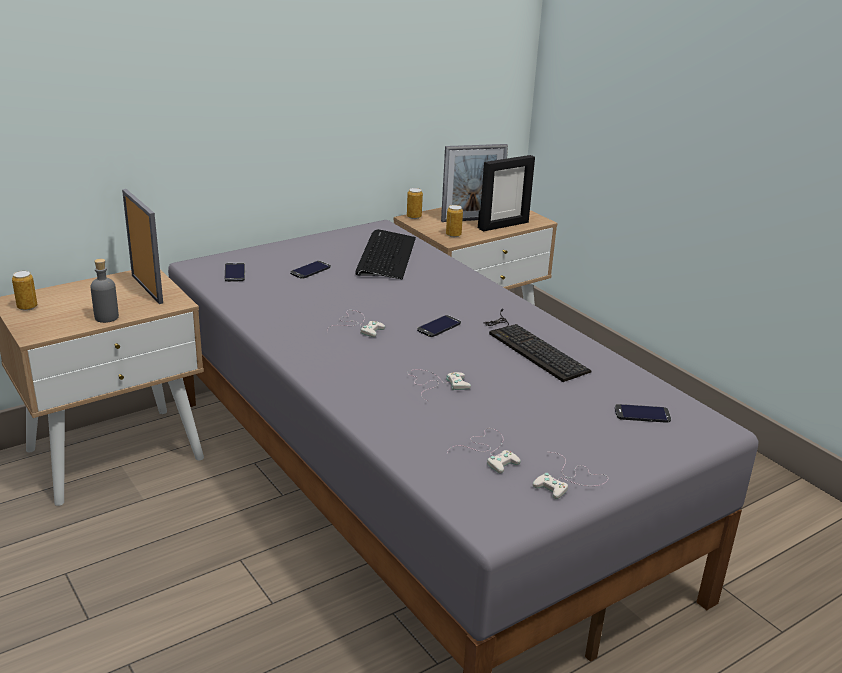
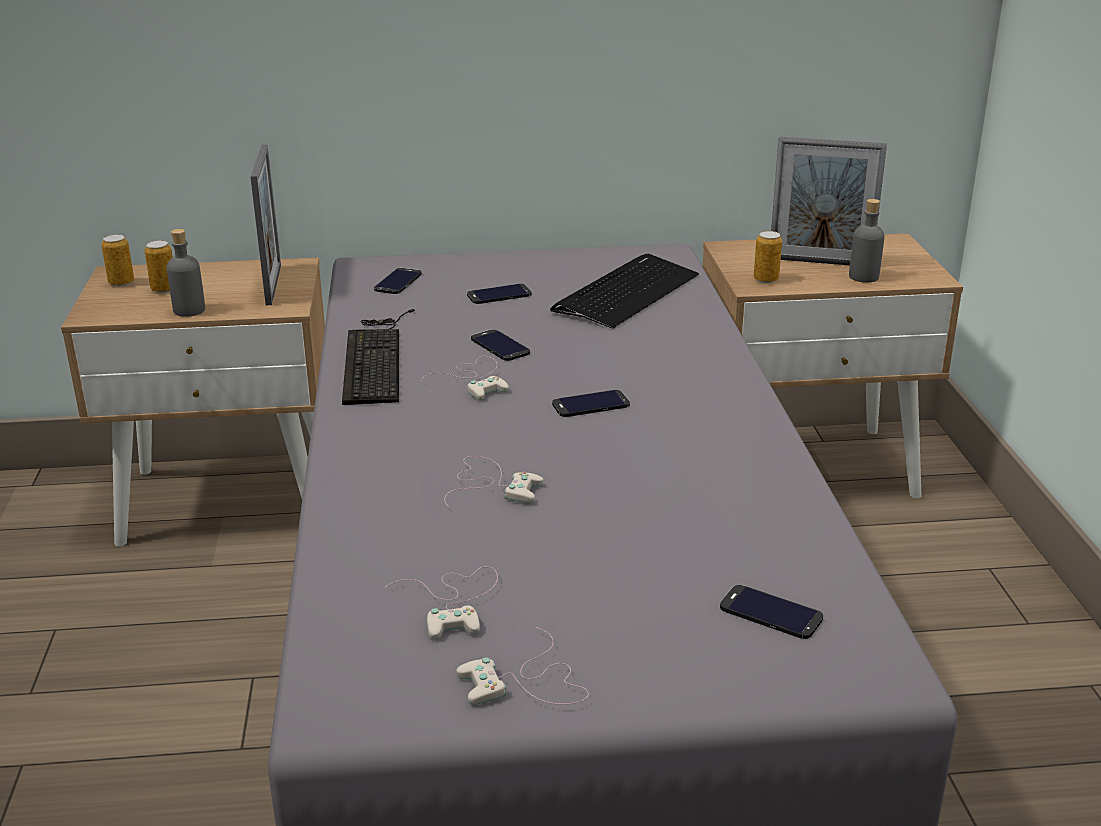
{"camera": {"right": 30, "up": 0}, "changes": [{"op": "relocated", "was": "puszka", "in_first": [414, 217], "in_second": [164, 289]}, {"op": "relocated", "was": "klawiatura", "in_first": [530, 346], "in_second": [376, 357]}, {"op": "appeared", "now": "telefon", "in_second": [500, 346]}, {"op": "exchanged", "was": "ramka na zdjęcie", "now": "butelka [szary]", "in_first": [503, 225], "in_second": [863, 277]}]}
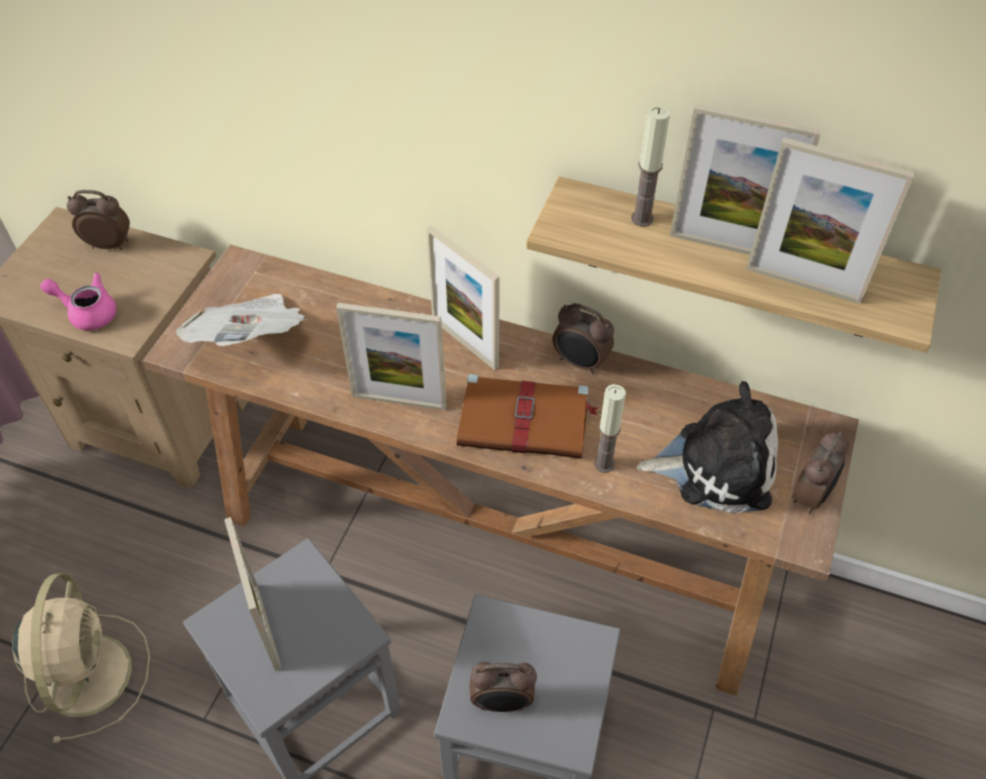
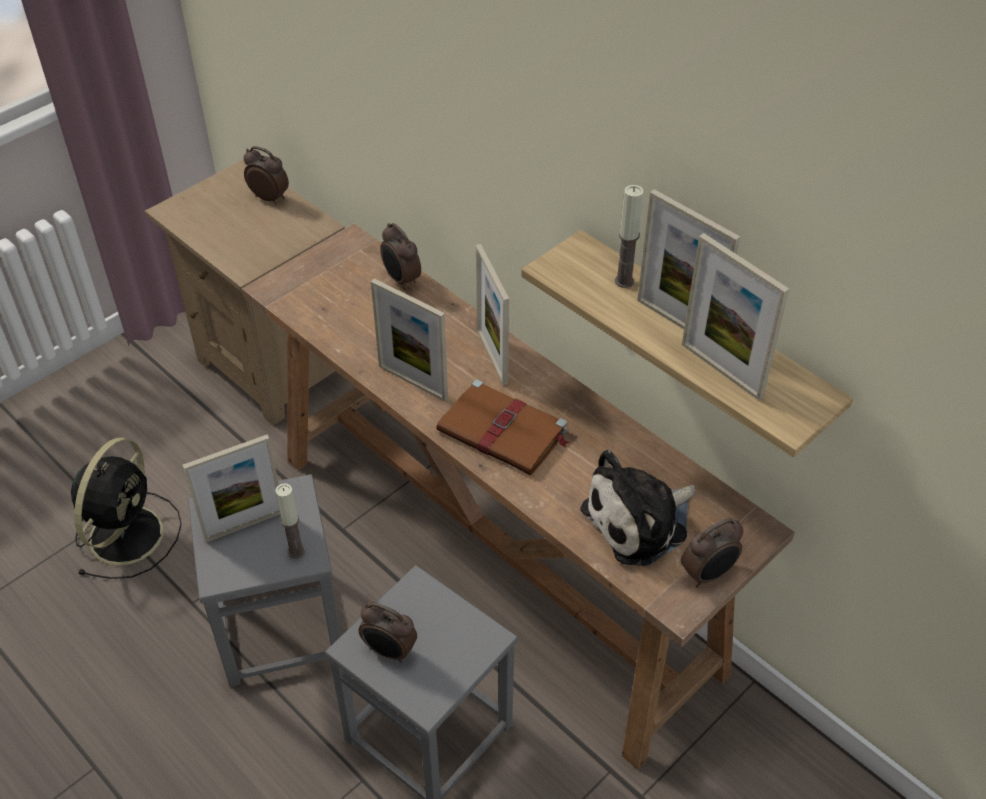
{"camera": {"right": 25, "up": -5}, "changes": [{"op": "colour", "was": "wentylator [beżowy]", "now": "wentylator [czarny]", "in_first": [88, 671], "in_second": [128, 532]}, {"op": "spun", "was": "ramka na zdjęcie", "in_first": [266, 626], "in_second": [244, 525], "clockwise": 60}, {"op": "relocated", "was": "świeca", "in_first": [604, 464], "in_second": [296, 551]}, {"op": "relocated", "was": "budzik", "in_first": [580, 363], "in_second": [401, 280]}, {"op": "spun", "was": "pluszak", "in_first": [716, 465], "in_second": [640, 521], "clockwise": 120}, {"op": "missing", "was": "imbryk [różowy]", "in_first": [88, 312]}, {"op": "missing", "was": "gazeta", "in_first": [251, 341]}]}
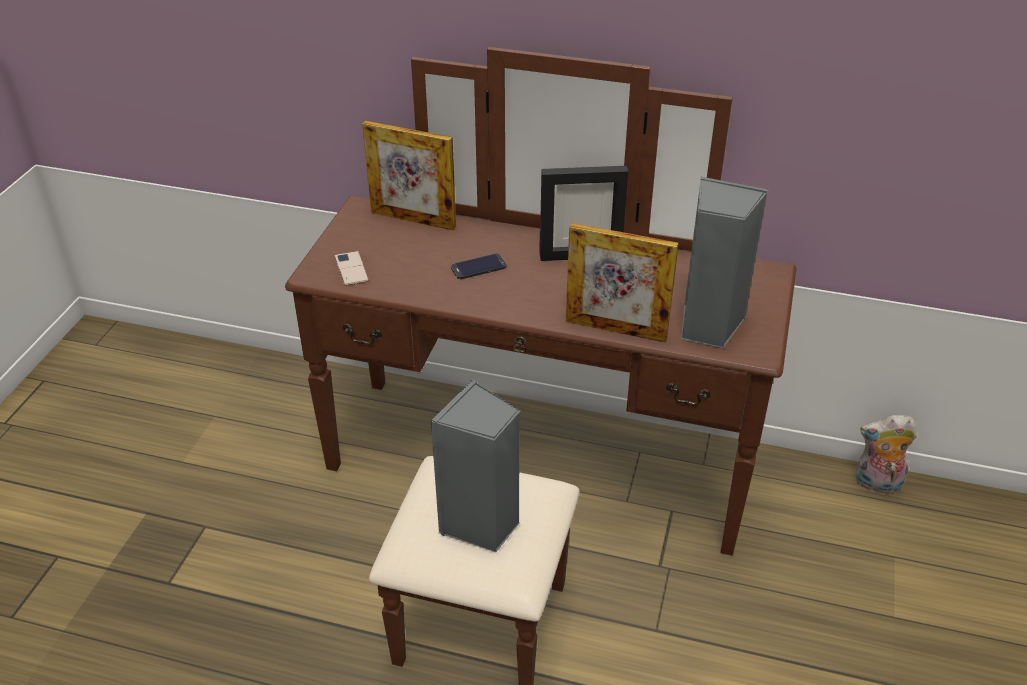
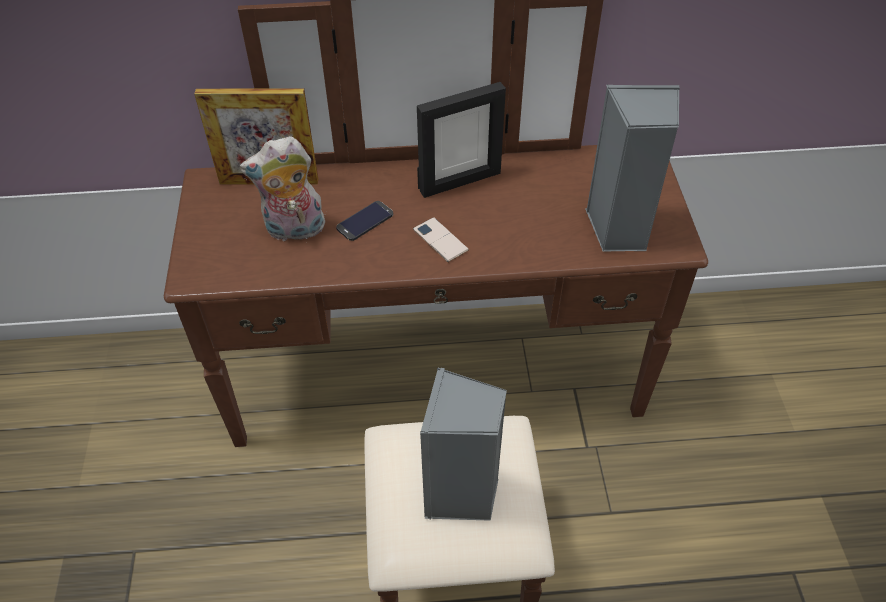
{"camera": {"right": -20, "up": 10}, "changes": [{"op": "relocated", "was": "pluszak", "in_first": [877, 484], "in_second": [294, 231]}, {"op": "relocated", "was": "telefon", "in_first": [351, 269], "in_second": [440, 240]}, {"op": "missing", "was": "ramka na zdjęcie", "in_first": [615, 329]}]}
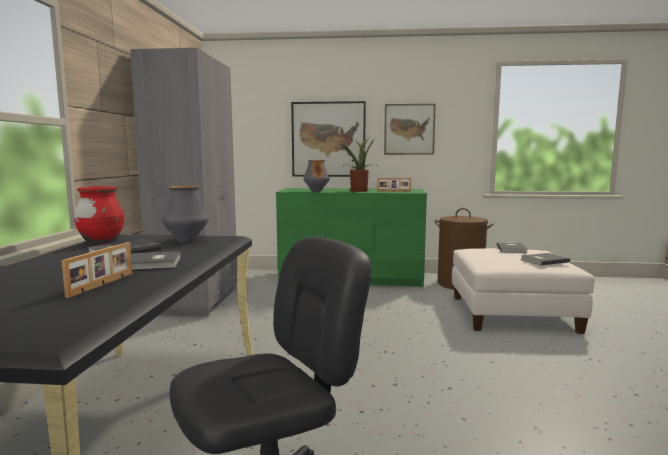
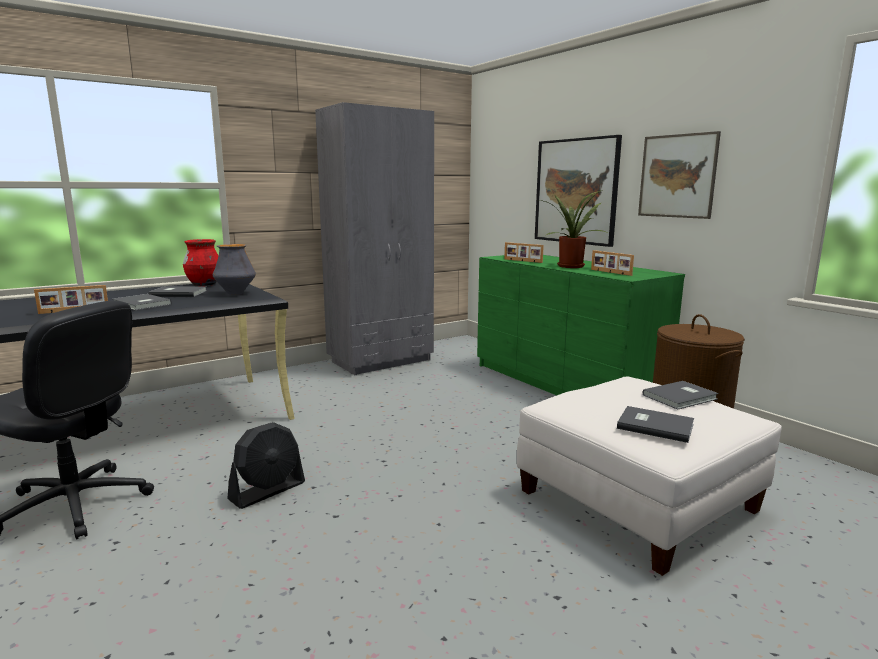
{"camera": {"right": 50, "up": 5}, "changes": [{"op": "appeared", "now": "wentylator [czarny]", "in_second": [268, 491]}, {"op": "exchanged", "was": "wazon", "now": "ramka na zdjęcie", "in_first": [316, 191], "in_second": [522, 261]}]}
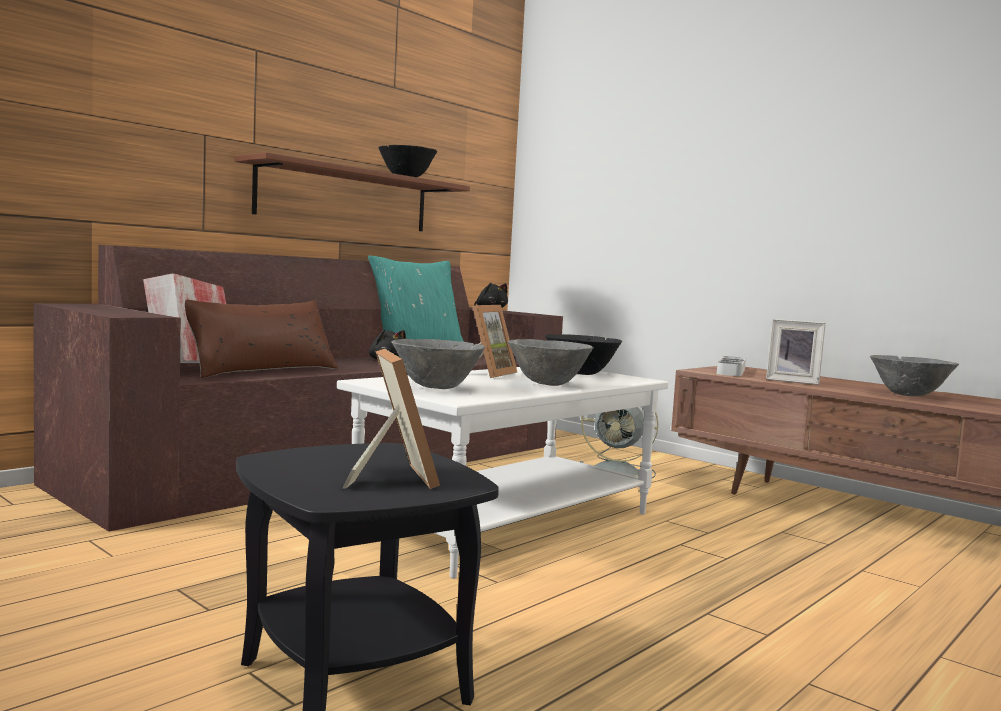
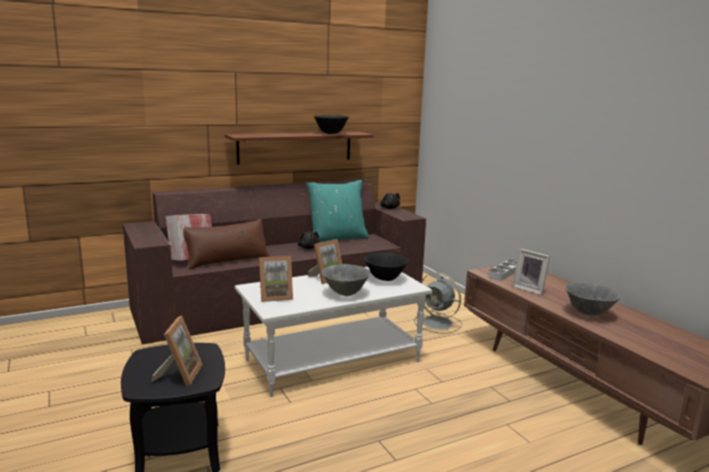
{"camera": {"right": 20, "up": 10}, "changes": [{"op": "exchanged", "was": "miska [szary]", "now": "ramka na zdjęcie", "in_first": [436, 388], "in_second": [275, 297]}]}
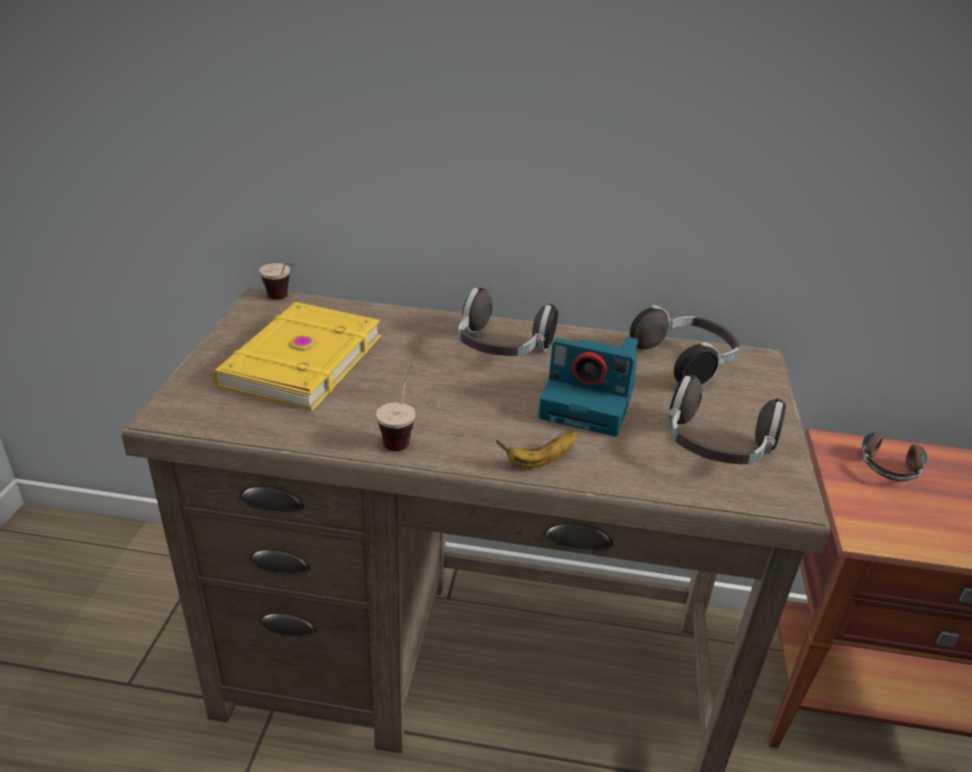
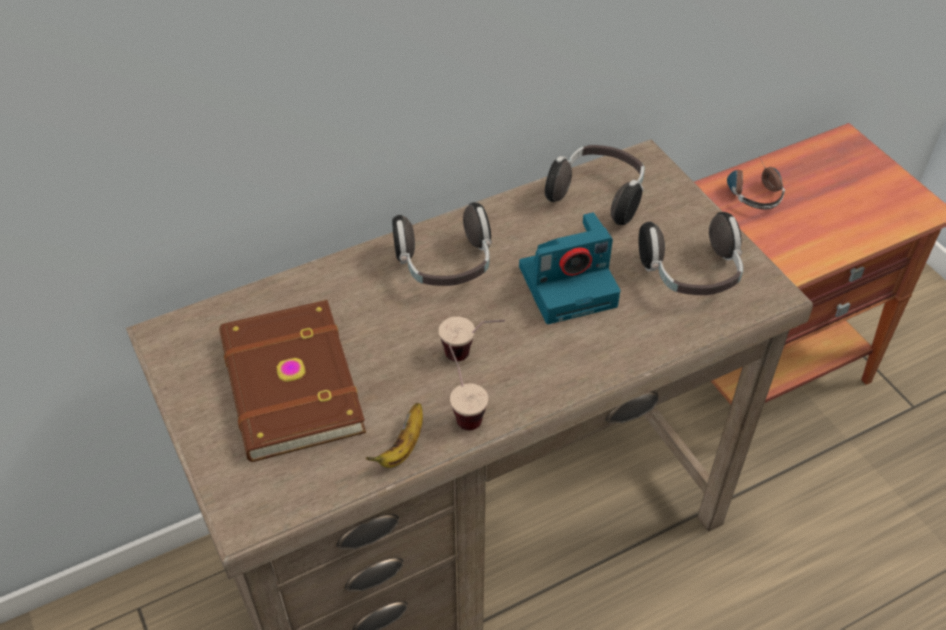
{"camera": {"right": -35, "up": 15}, "changes": [{"op": "colour", "was": "książka [żółty]", "now": "książka [brązowy]", "in_first": [299, 360], "in_second": [288, 386]}, {"op": "relocated", "was": "banan", "in_first": [540, 461], "in_second": [402, 447]}, {"op": "relocated", "was": "filiżanka", "in_first": [284, 300], "in_second": [471, 355]}]}
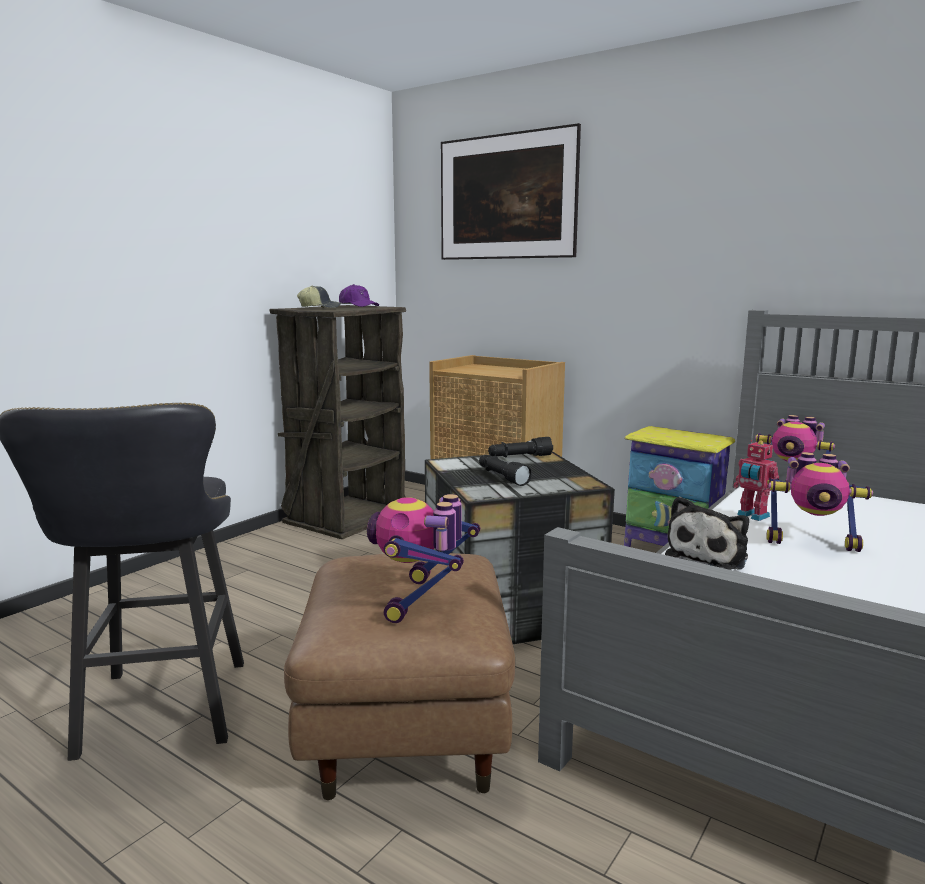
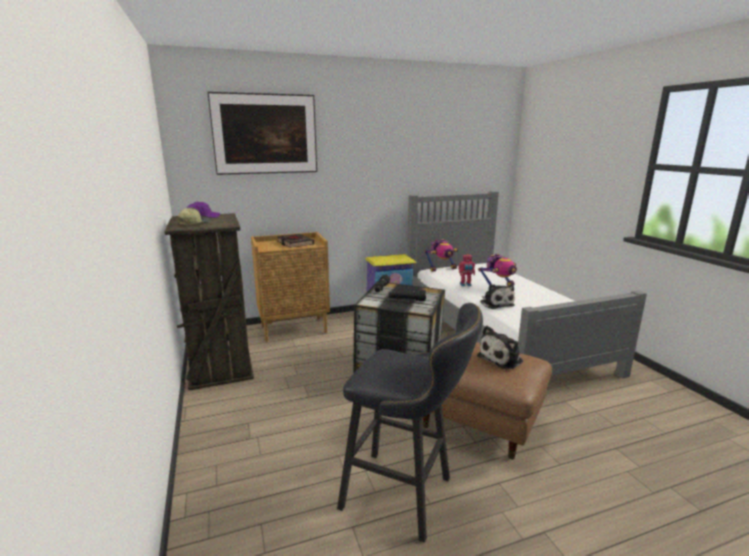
{"camera": {"right": -55, "up": 5}, "changes": [{"op": "appeared", "now": "książka [czarny]", "in_second": [295, 243]}, {"op": "exchanged", "was": "robot zabawkowy", "now": "pluszak", "in_first": [422, 601], "in_second": [502, 358]}]}
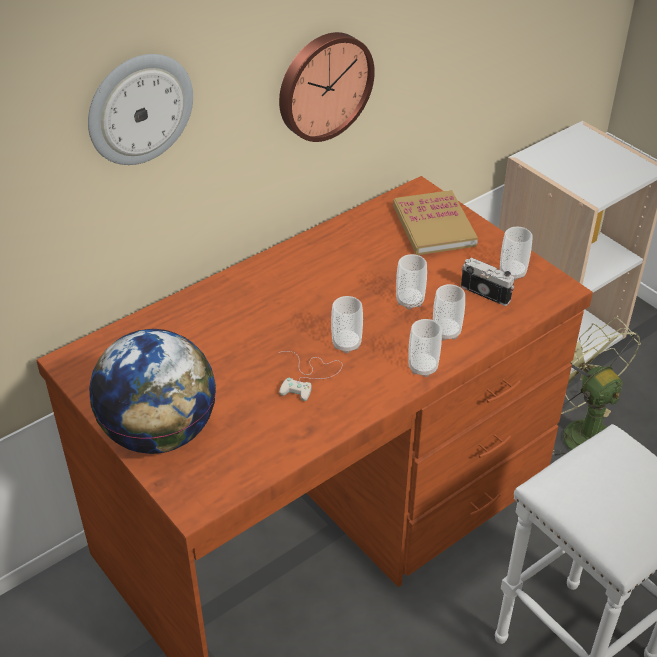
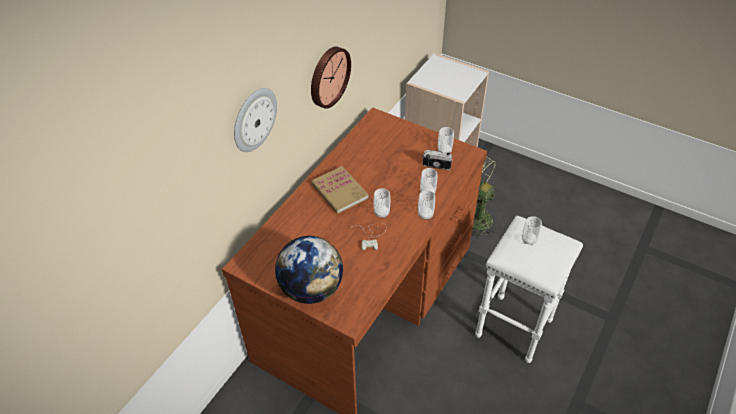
{"camera": {"right": -20, "up": 5}, "changes": [{"op": "relocated", "was": "książka", "in_first": [433, 226], "in_second": [339, 191]}, {"op": "relocated", "was": "filiżanka", "in_first": [410, 301], "in_second": [529, 240]}]}
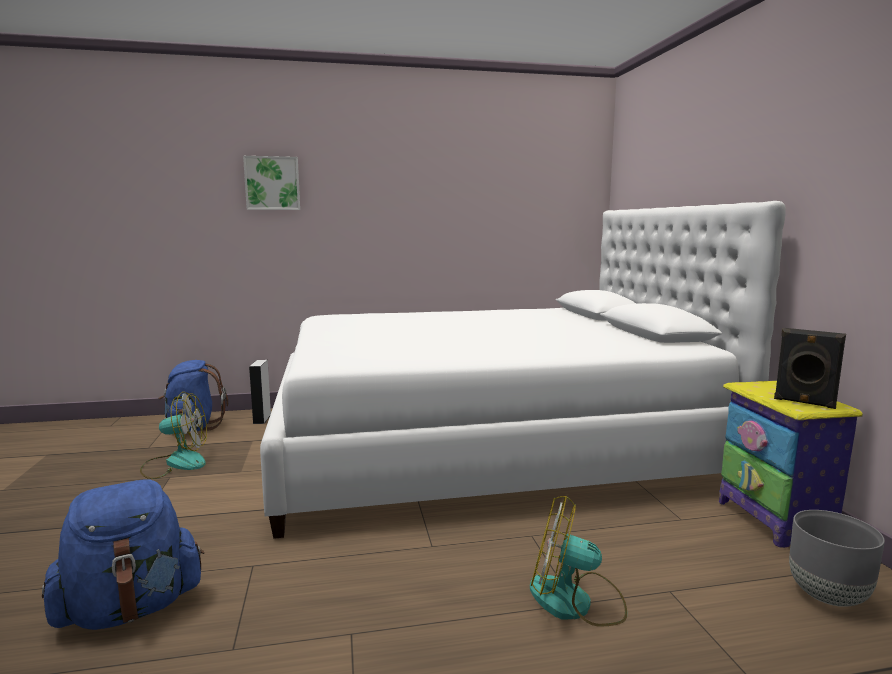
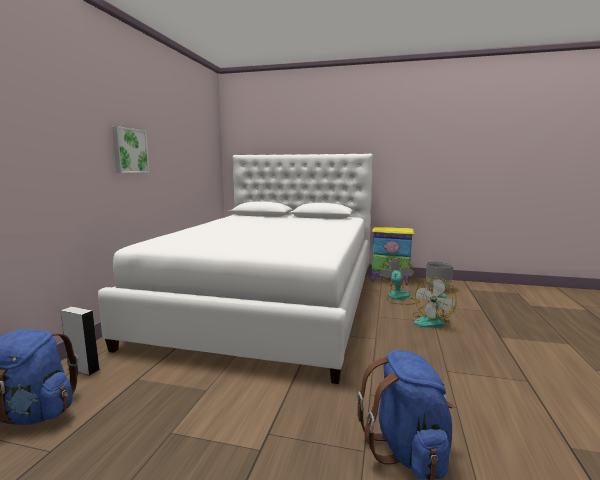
{"camera": {"right": -65, "up": 0}, "changes": [{"op": "relocated", "was": "obraz", "in_first": [272, 183], "in_second": [129, 151]}, {"op": "relocated", "was": "wentylator", "in_first": [176, 463], "in_second": [399, 298]}, {"op": "missing", "was": "głośnik [czarny]", "in_first": [804, 402]}]}
